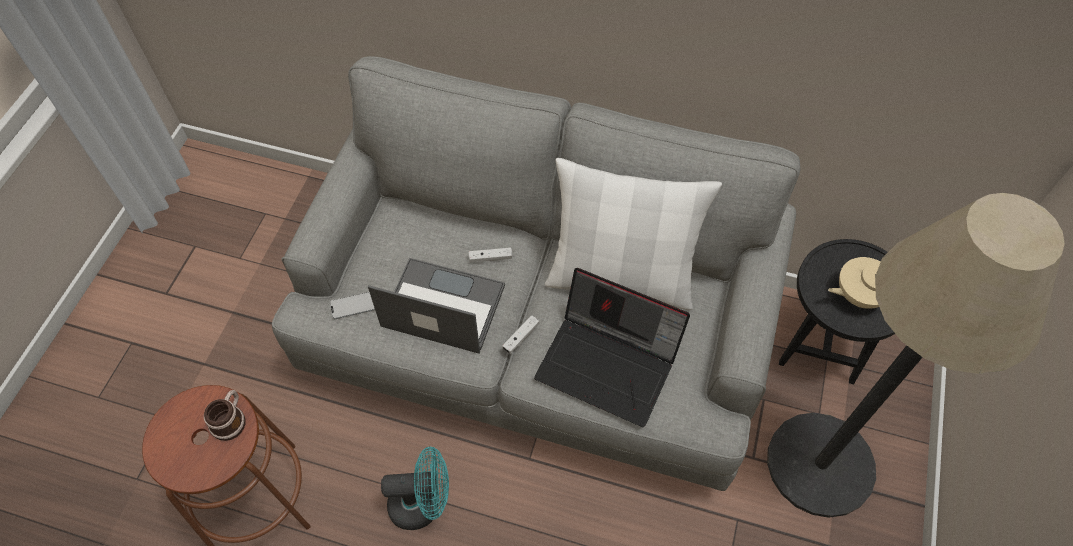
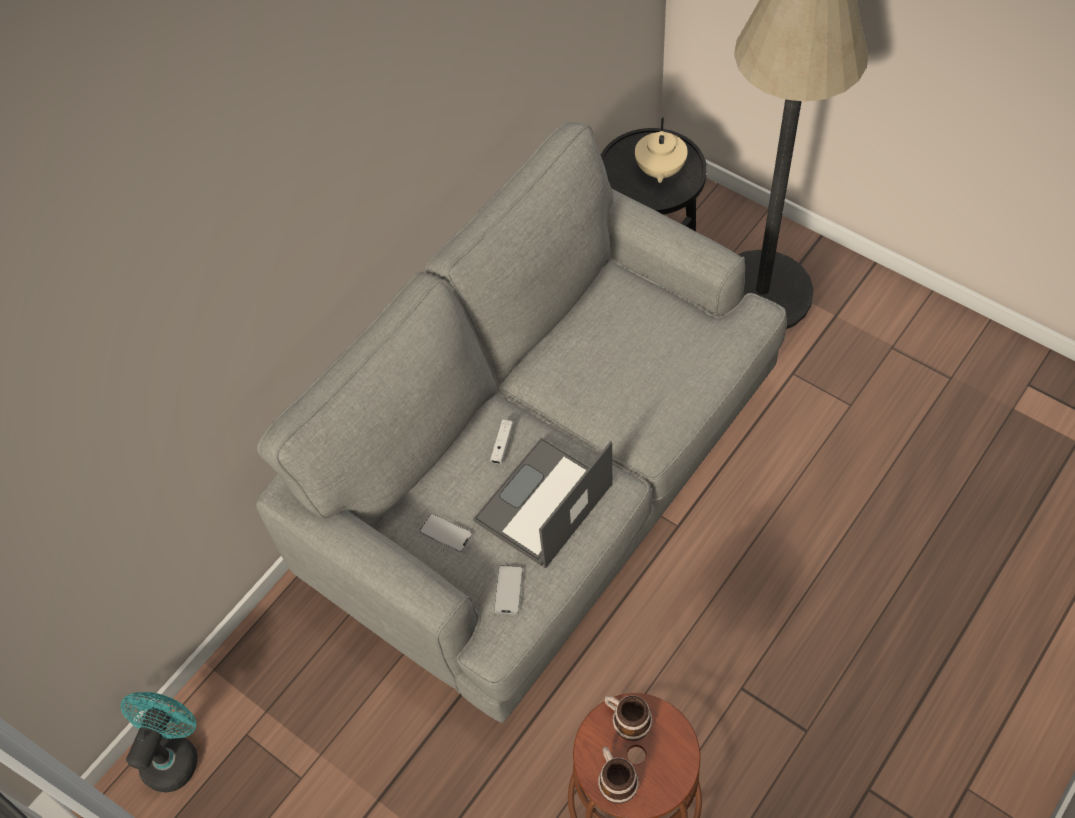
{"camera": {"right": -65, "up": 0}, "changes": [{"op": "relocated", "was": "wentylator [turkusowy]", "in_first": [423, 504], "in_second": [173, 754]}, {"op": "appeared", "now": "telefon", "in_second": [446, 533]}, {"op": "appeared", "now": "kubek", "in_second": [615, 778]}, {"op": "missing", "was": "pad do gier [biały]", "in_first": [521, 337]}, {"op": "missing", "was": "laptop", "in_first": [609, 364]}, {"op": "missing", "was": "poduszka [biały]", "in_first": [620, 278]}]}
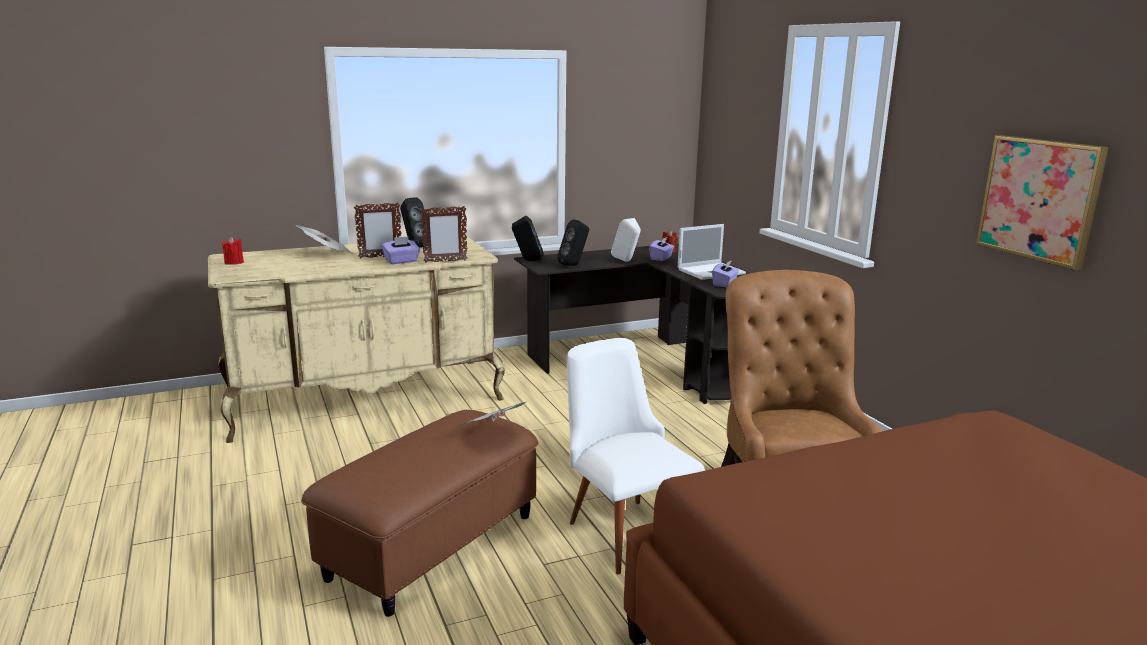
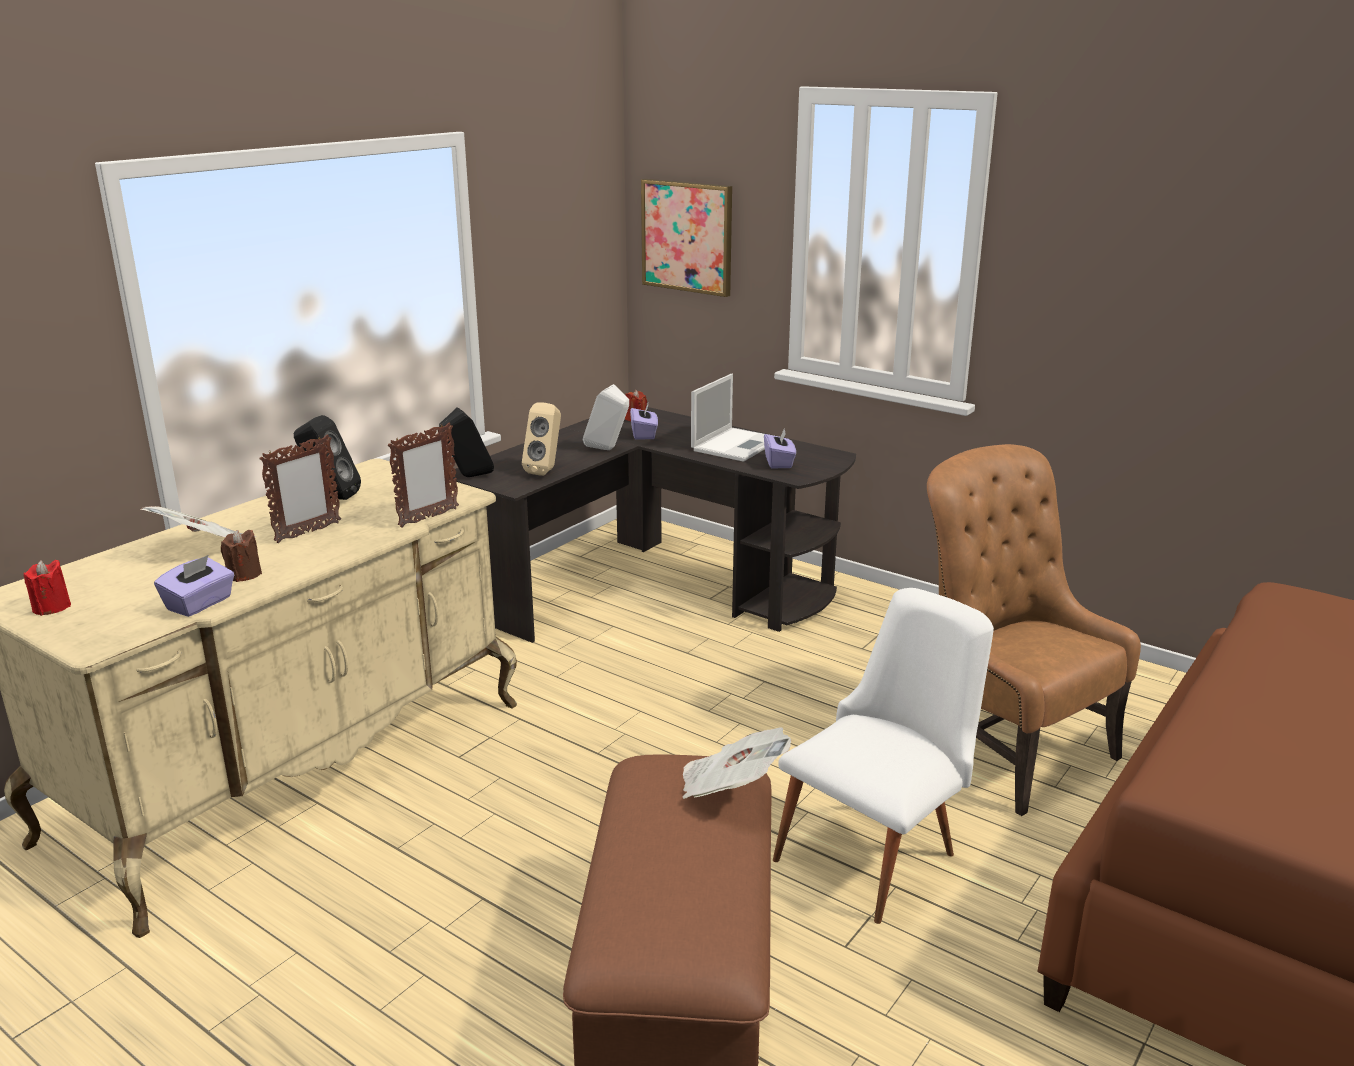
{"camera": {"right": -30, "up": 5}, "changes": [{"op": "relocated", "was": "pudełko chusteczek [fioletowy]", "in_first": [401, 261], "in_second": [200, 604]}, {"op": "appeared", "now": "świeca [brązowy]", "in_second": [244, 575]}, {"op": "colour", "was": "głośnik [czarny]", "now": "głośnik [beżowy]", "in_first": [574, 265], "in_second": [546, 471]}, {"op": "relocated", "was": "obraz", "in_first": [1039, 199], "in_second": [687, 236]}, {"op": "spun", "was": "krzesło [biały]", "in_first": [624, 528], "in_second": [878, 851], "clockwise": 105}]}
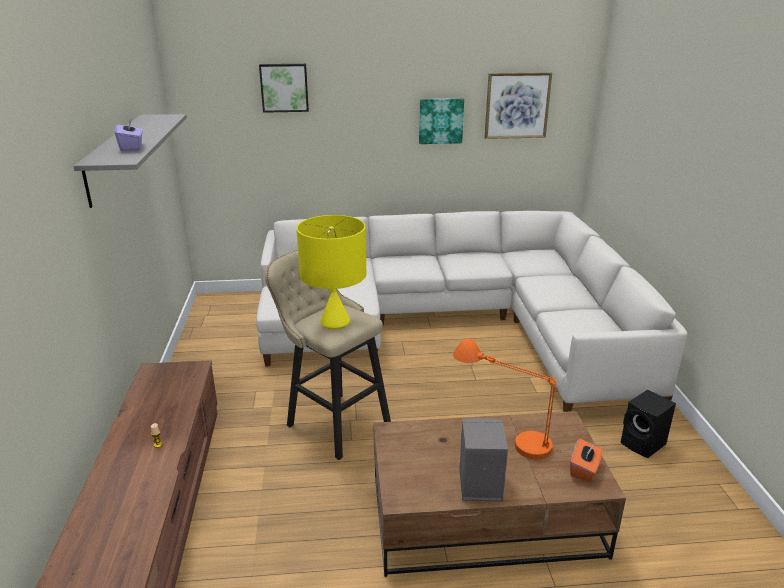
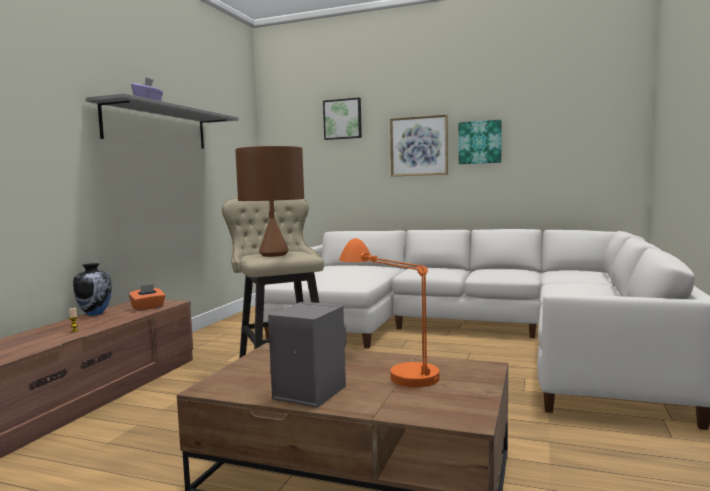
{"camera": {"right": 25, "up": -20}, "changes": [{"op": "appeared", "now": "wazon", "in_second": [95, 313]}, {"op": "relocated", "was": "pudełko chusteczek [pomarańczowy]", "in_first": [584, 470], "in_second": [148, 308]}, {"op": "colour", "was": "lampa stołowa [żółty]", "now": "lampa stołowa [brązowy]", "in_first": [335, 324], "in_second": [274, 255]}, {"op": "relocated", "was": "obraz", "in_first": [517, 105], "in_second": [419, 146]}, {"op": "missing", "was": "głośnik [czarny]", "in_first": [644, 444]}]}
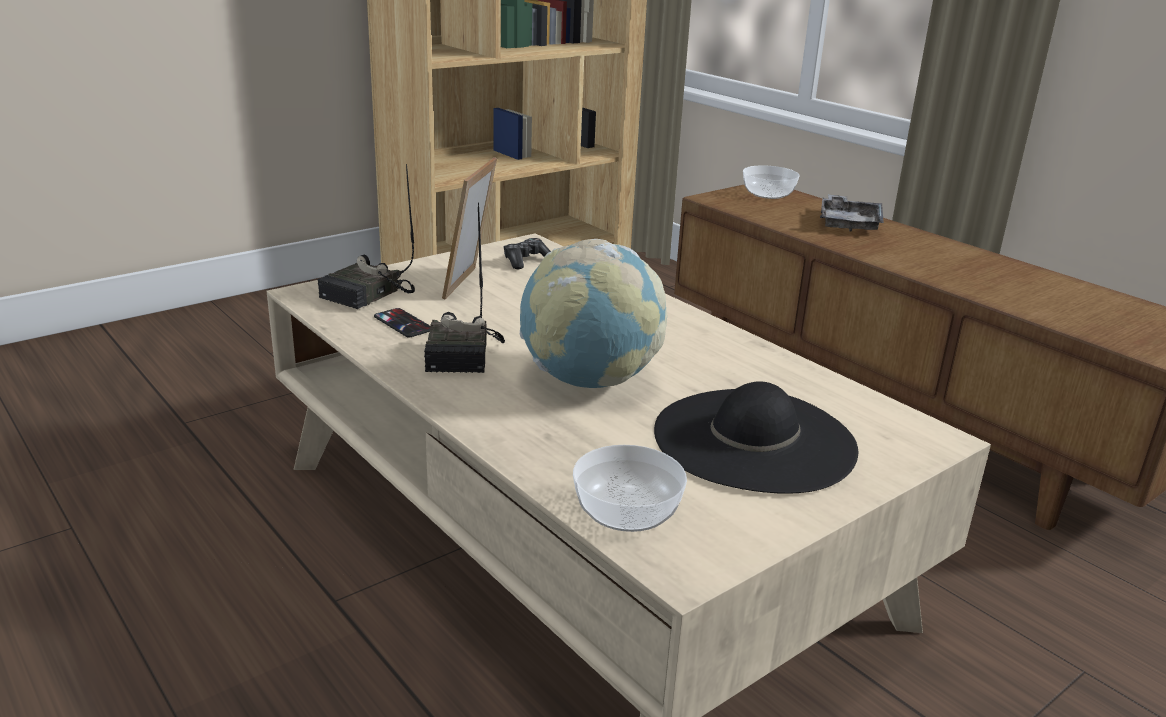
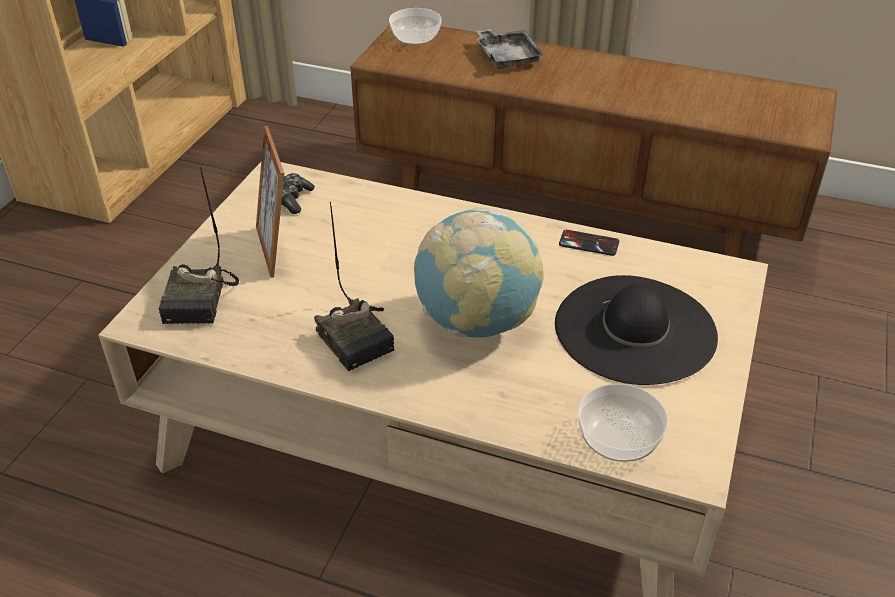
{"camera": {"right": -30, "up": 15}, "changes": [{"op": "relocated", "was": "telefon", "in_first": [403, 323], "in_second": [589, 243]}]}
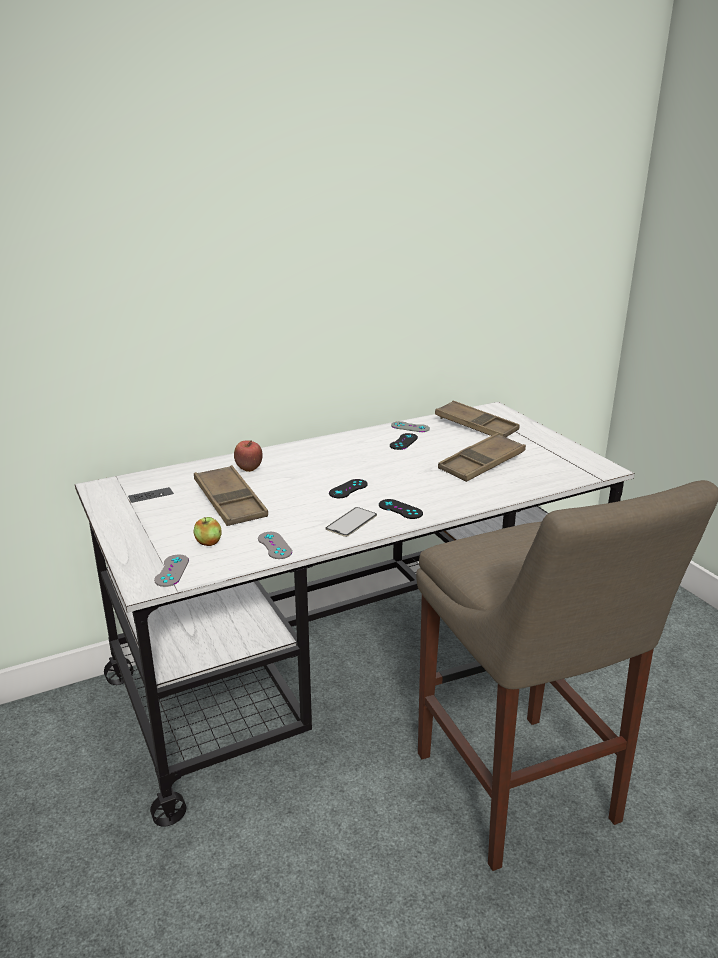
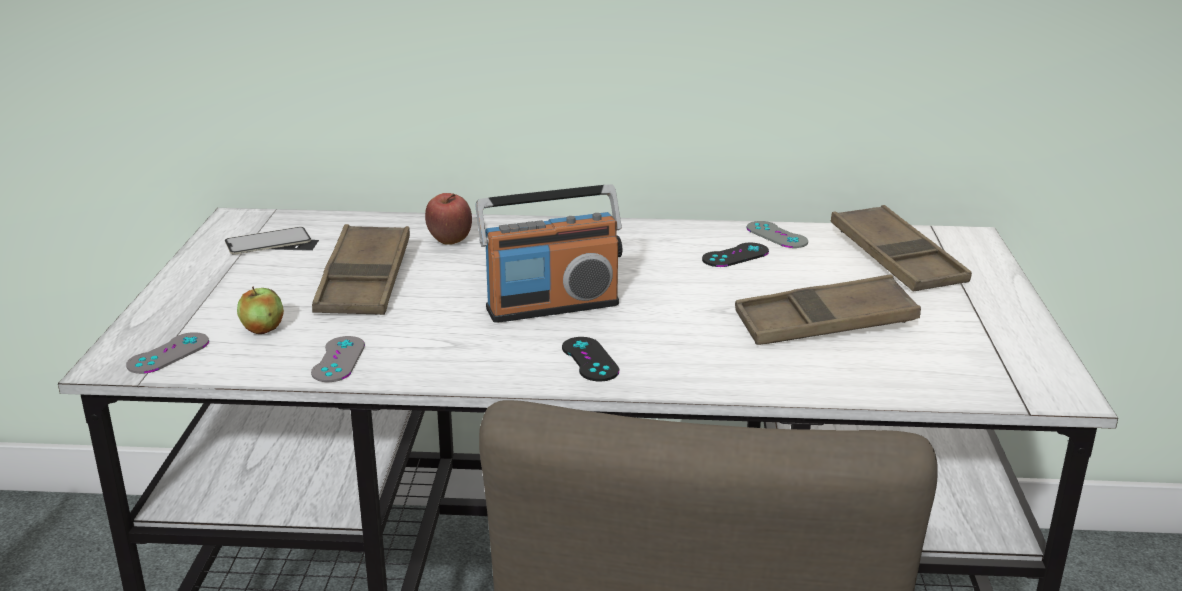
{"camera": {"right": 30, "up": 0}, "changes": [{"op": "relocated", "was": "telefon", "in_first": [351, 522], "in_second": [268, 241]}, {"op": "exchanged", "was": "pad do gier [czarny]", "now": "radio", "in_first": [348, 489], "in_second": [552, 306]}]}
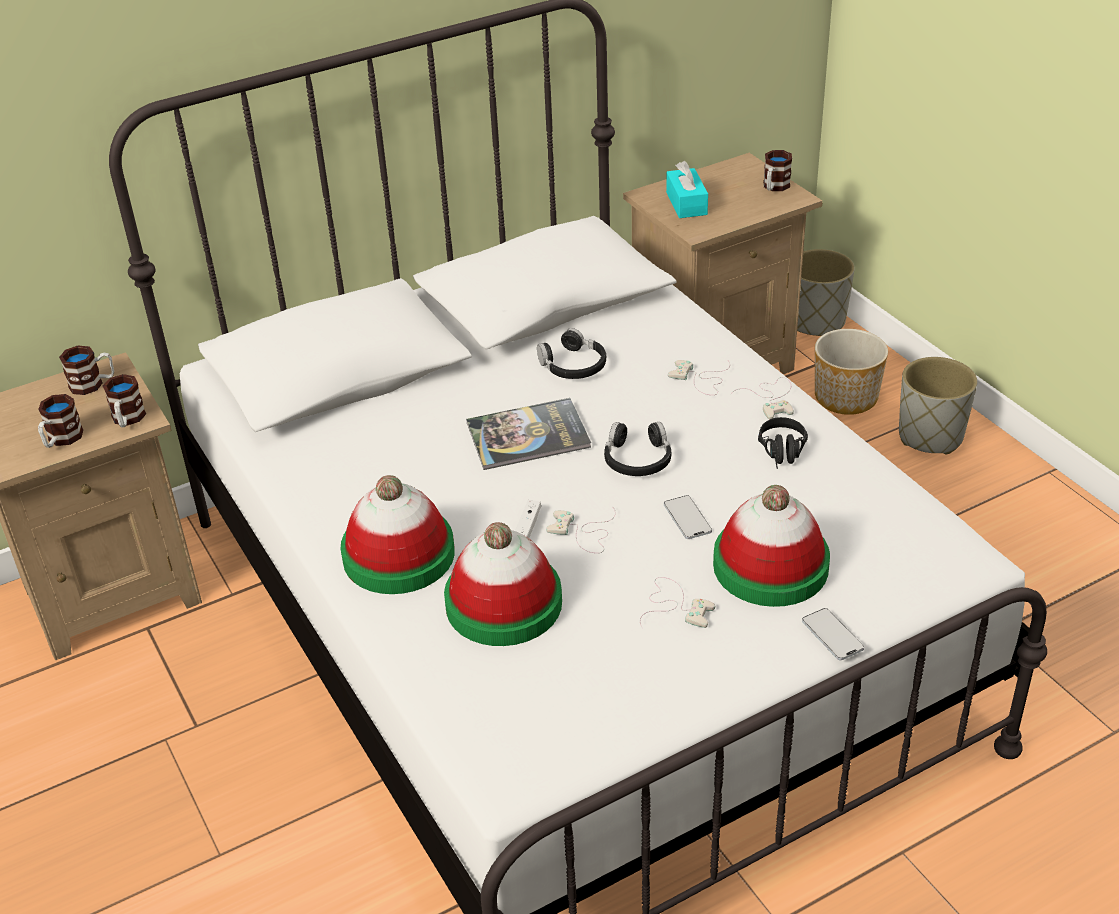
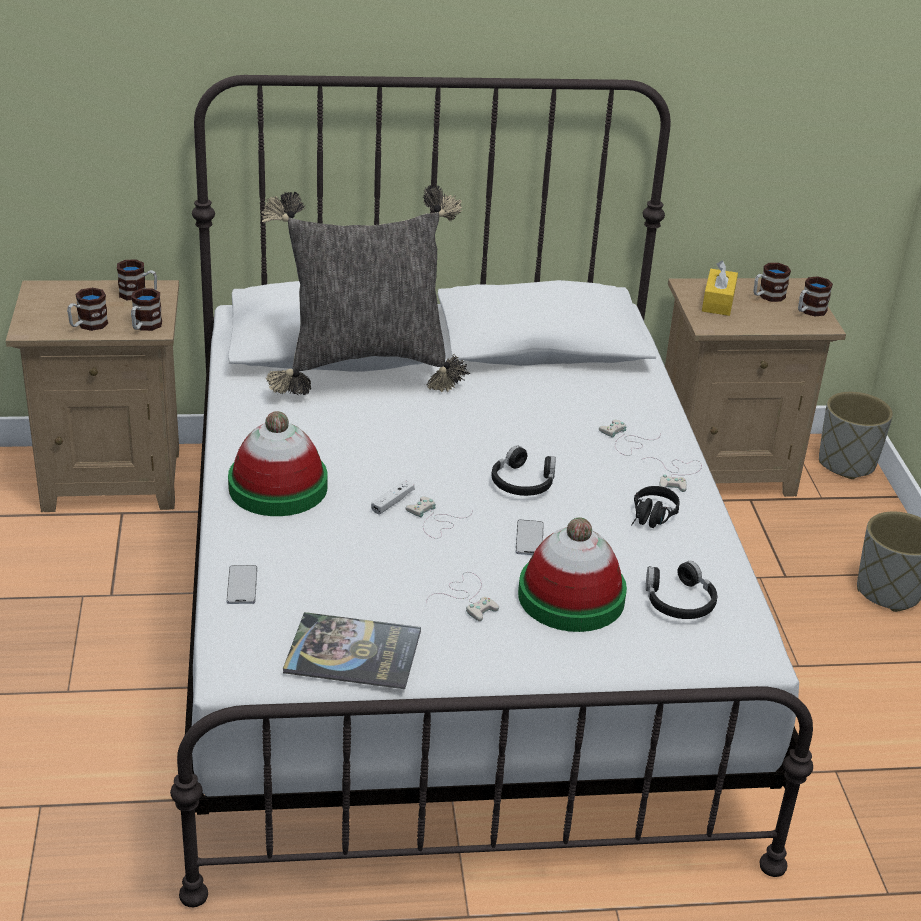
{"camera": {"right": 20, "up": -5}, "changes": [{"op": "relocated", "was": "telefon", "in_first": [832, 635], "in_second": [242, 586]}, {"op": "appeared", "now": "poduszka", "in_second": [364, 378]}, {"op": "relocated", "was": "książka", "in_first": [528, 435], "in_second": [353, 652]}, {"op": "relocated", "was": "słuchawki [czarny]", "in_first": [573, 365], "in_second": [679, 601]}, {"op": "colour", "was": "pudełko chusteczek [turkusowy]", "now": "pudełko chusteczek [żółty]", "in_first": [686, 203], "in_second": [718, 302]}, {"op": "appeared", "now": "kubek", "in_second": [767, 296]}, {"op": "missing", "was": "kapelusz", "in_first": [503, 603]}, {"op": "missing", "was": "donica", "in_first": [846, 397]}]}
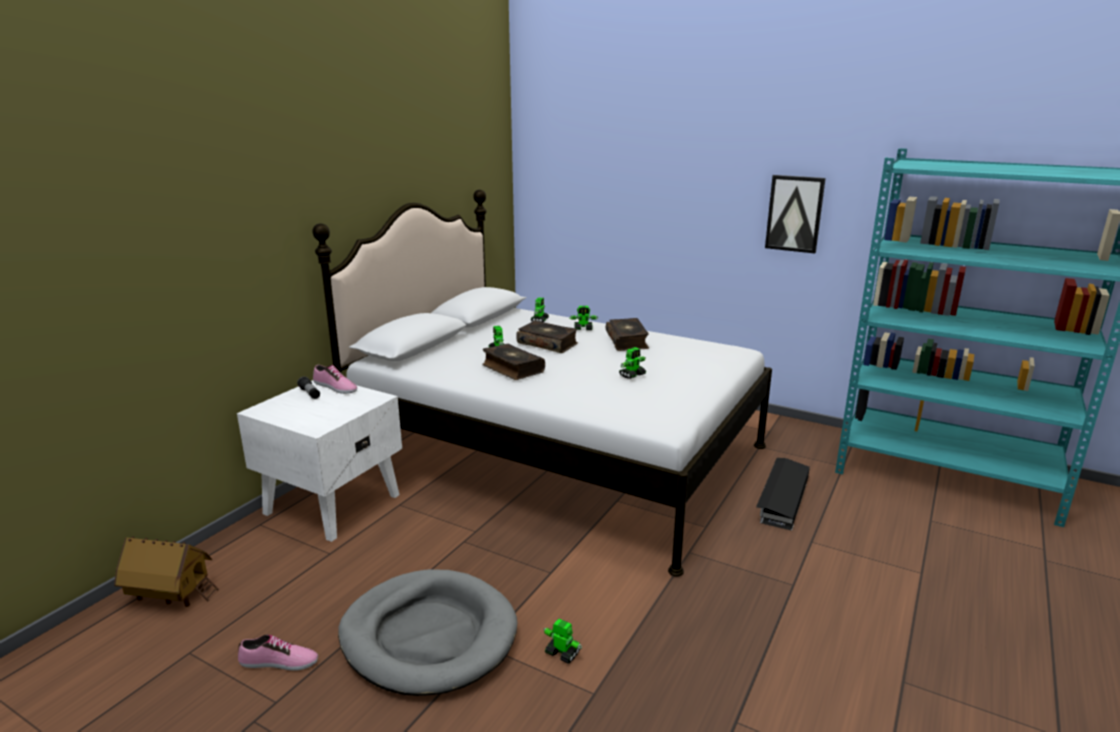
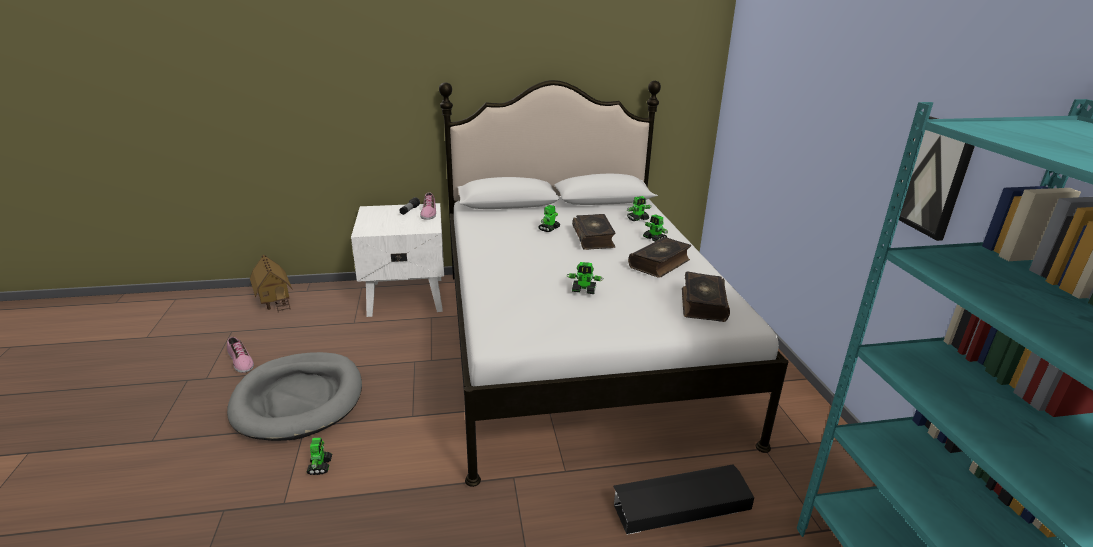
{"camera": {"right": 50, "up": 5}, "changes": [{"op": "relocated", "was": "książka", "in_first": [512, 369], "in_second": [702, 304]}]}
